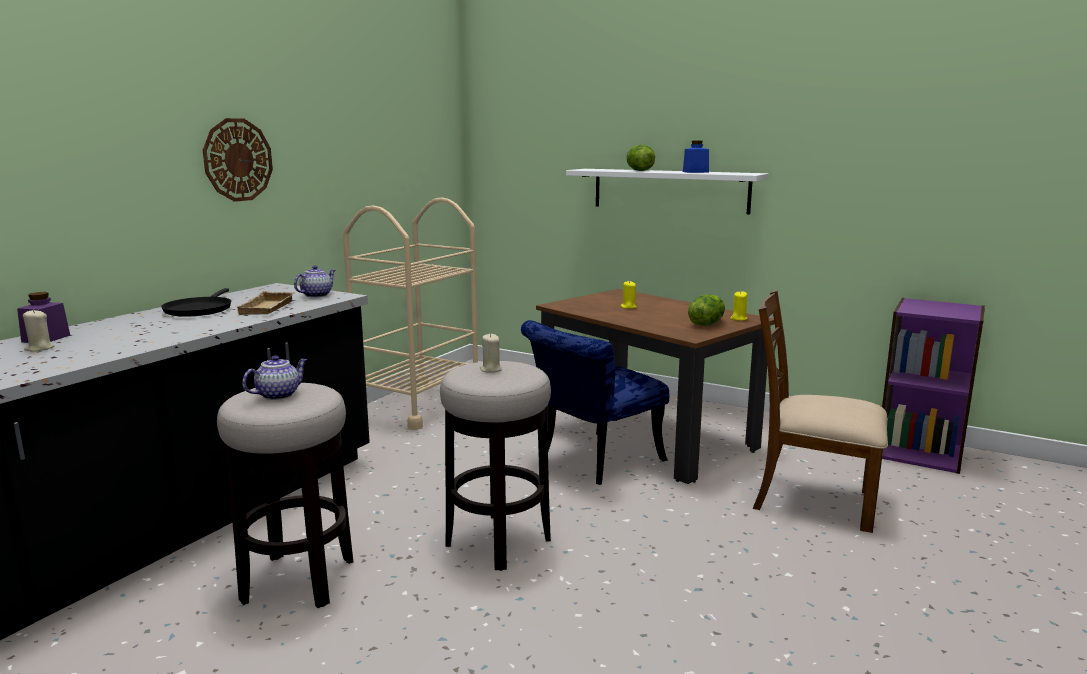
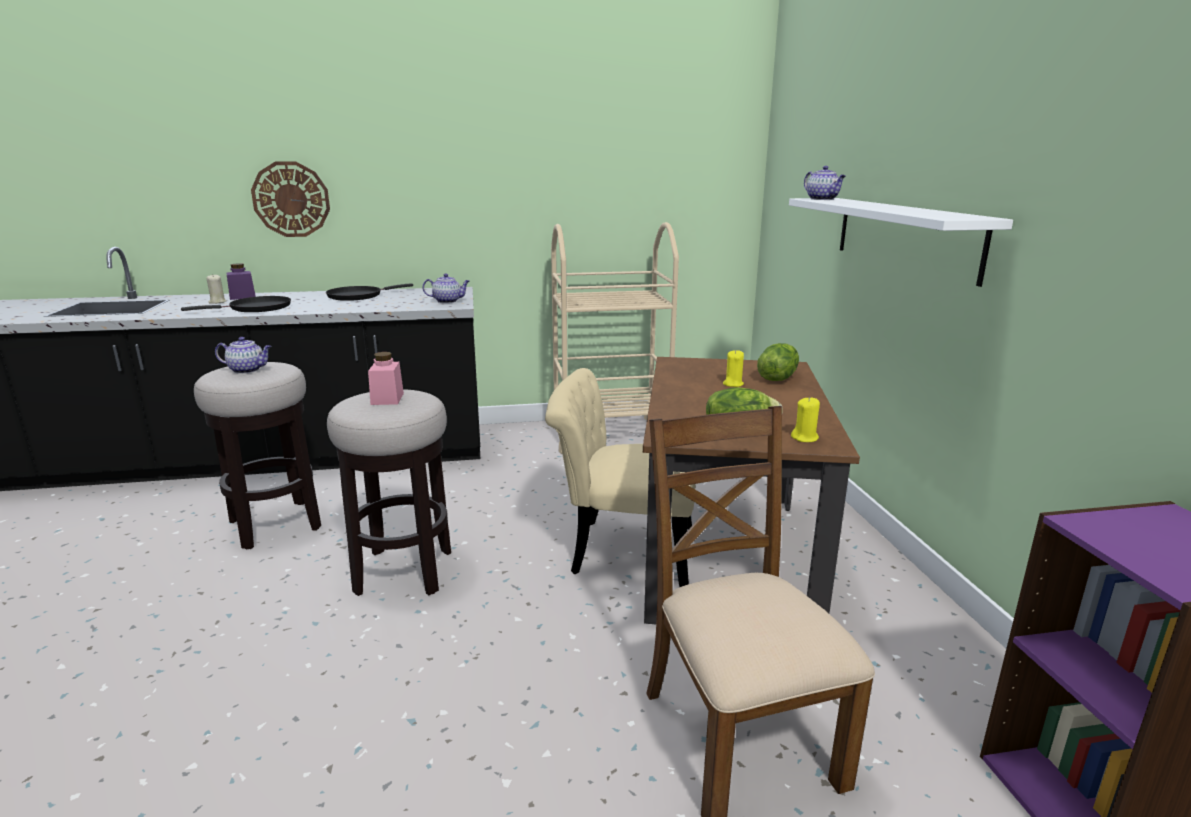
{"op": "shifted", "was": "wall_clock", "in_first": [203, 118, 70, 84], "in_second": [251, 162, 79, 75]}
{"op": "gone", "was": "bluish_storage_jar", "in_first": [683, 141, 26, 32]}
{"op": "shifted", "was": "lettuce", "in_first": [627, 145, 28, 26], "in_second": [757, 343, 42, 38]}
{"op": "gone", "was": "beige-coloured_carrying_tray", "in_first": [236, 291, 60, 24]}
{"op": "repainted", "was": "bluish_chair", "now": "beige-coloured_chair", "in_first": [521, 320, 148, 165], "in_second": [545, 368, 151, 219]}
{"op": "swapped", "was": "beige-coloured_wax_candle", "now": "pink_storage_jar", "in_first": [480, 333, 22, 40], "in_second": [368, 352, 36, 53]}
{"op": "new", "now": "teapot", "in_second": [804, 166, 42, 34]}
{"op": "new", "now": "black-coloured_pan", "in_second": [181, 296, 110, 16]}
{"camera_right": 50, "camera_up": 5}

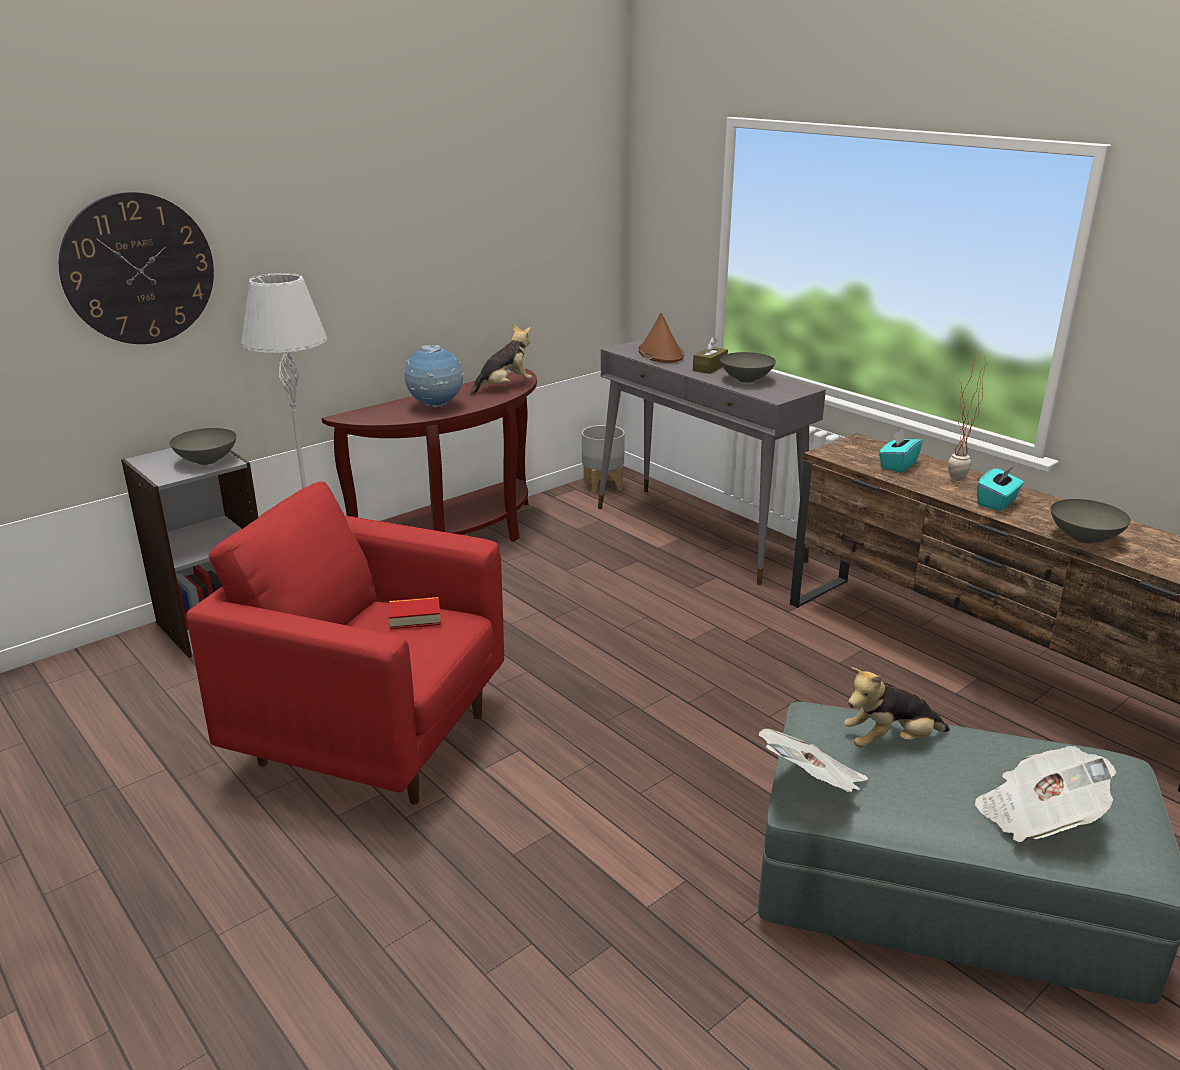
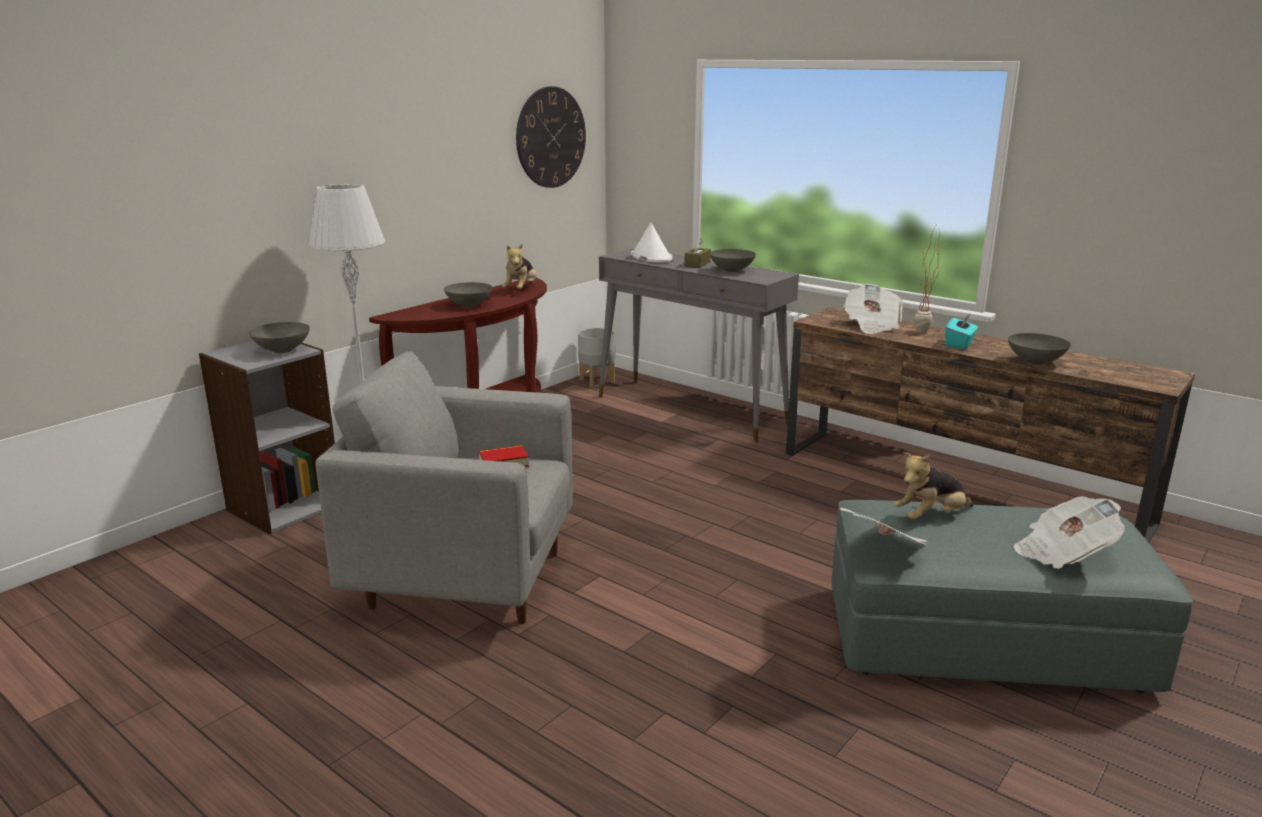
{"op": "shifted", "was": "wall_clock", "in_first": [59, 192, 155, 152], "in_second": [516, 86, 70, 102]}
{"op": "repainted", "was": "brownish_wearable_hat", "now": "white-coloured_wearable_hat", "in_first": [639, 313, 45, 50], "in_second": [631, 222, 42, 41]}
{"op": "rotated", "was": "cuddly_toy", "in_first": [470, 325, 62, 71], "in_second": [502, 243, 35, 46], "clockwise": 150}
{"op": "swapped", "was": "world_globe", "now": "gray_bowl", "in_first": [404, 345, 60, 63], "in_second": [444, 282, 48, 25]}
{"op": "swapped", "was": "turquoise-coloured_tissue_box", "now": "newspaper", "in_first": [879, 429, 44, 44], "in_second": [843, 284, 60, 50]}
{"op": "repainted", "was": "red_armchair", "now": "gray_armchair", "in_first": [186, 481, 318, 324], "in_second": [315, 352, 258, 272]}
{"camera_right": -10, "camera_up": -5}

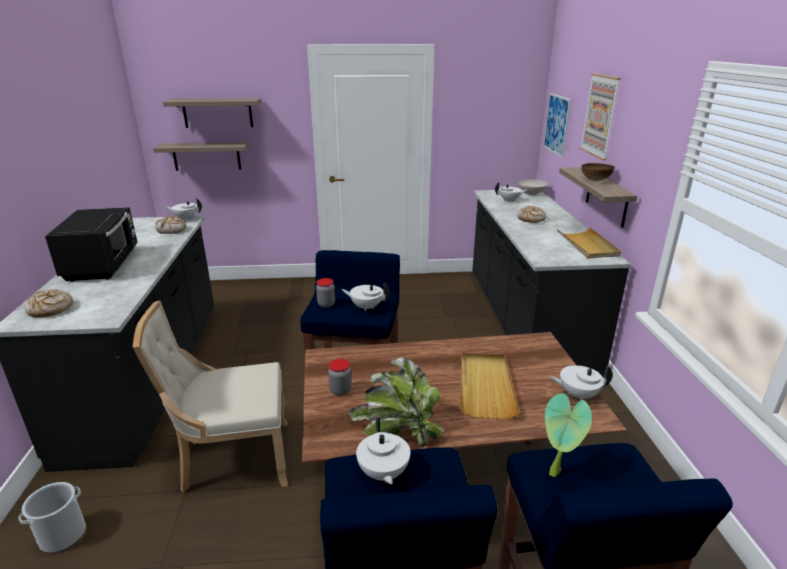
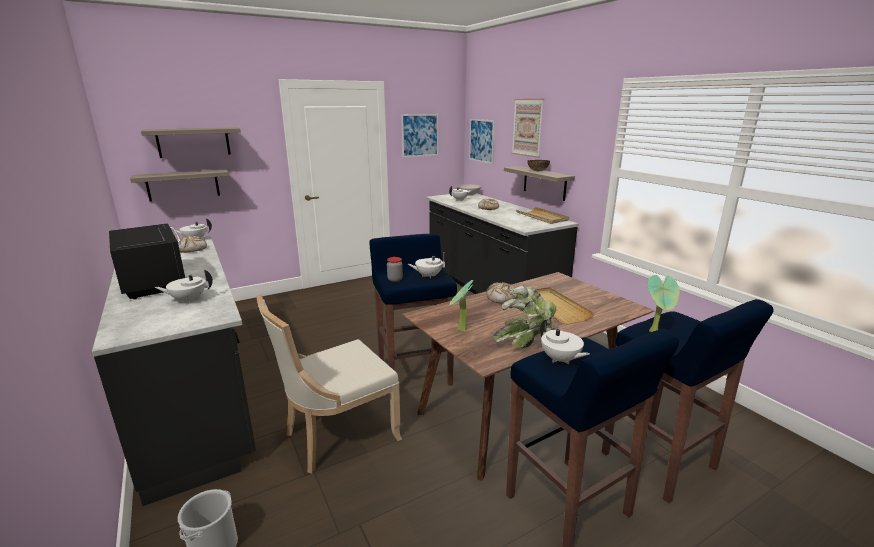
{"op": "shifted", "was": "bread", "in_first": [24, 289, 49, 28], "in_second": [486, 282, 32, 22]}
{"op": "swapped", "was": "storage_jar", "now": "plant_in_a_pot", "in_first": [328, 359, 23, 37], "in_second": [449, 280, 24, 52]}
{"op": "shifted", "was": "white-coloured_teapot", "in_first": [549, 365, 64, 35], "in_second": [154, 269, 59, 35]}
{"op": "new", "now": "wall_picture", "in_second": [401, 114, 37, 43]}
{"camera_right": -25, "camera_up": -5}

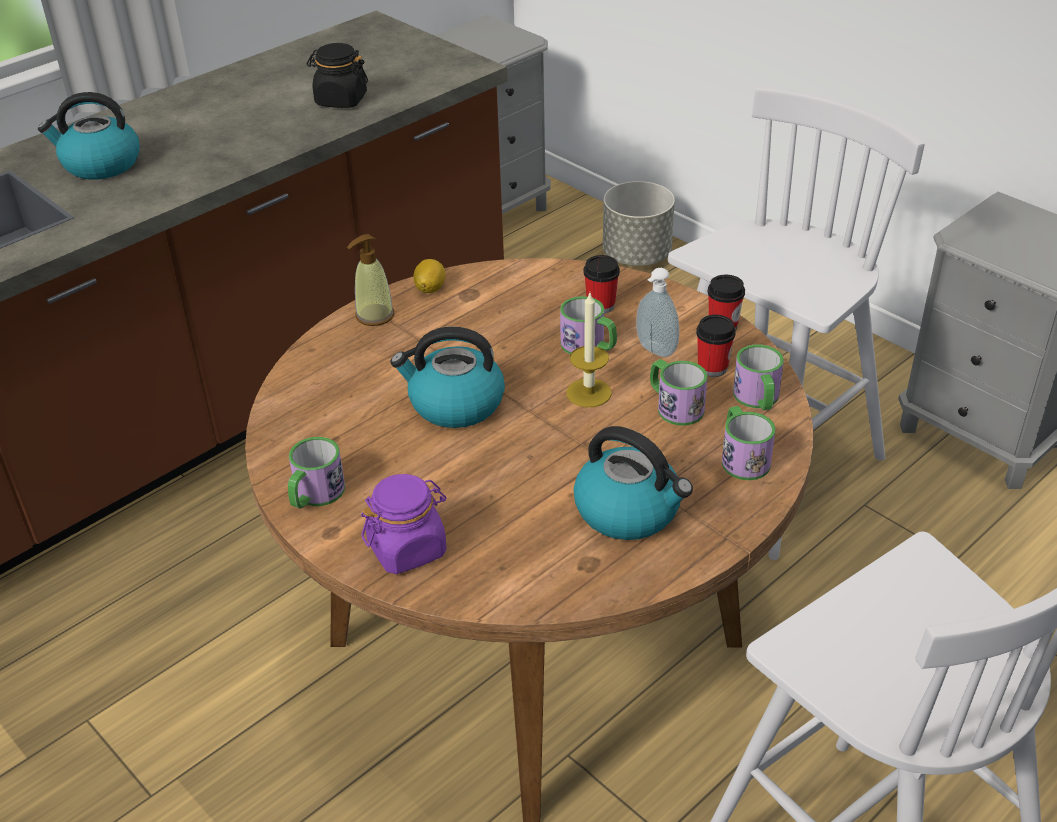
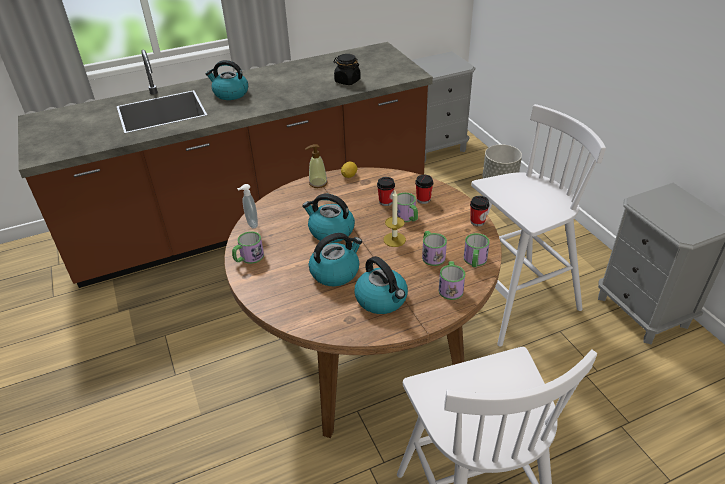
{"op": "shifted", "was": "soap_dispenser", "in_first": [636, 268, 43, 89], "in_second": [237, 184, 21, 45]}
{"op": "shifted", "was": "small_cup", "in_first": [696, 315, 40, 62], "in_second": [377, 177, 18, 29]}
{"op": "gone", "was": "purplish_storage_jar", "in_first": [361, 474, 86, 100]}
{"op": "new", "now": "tea_kettle", "in_second": [309, 233, 53, 53]}
{"camera_right": 20, "camera_up": 0}

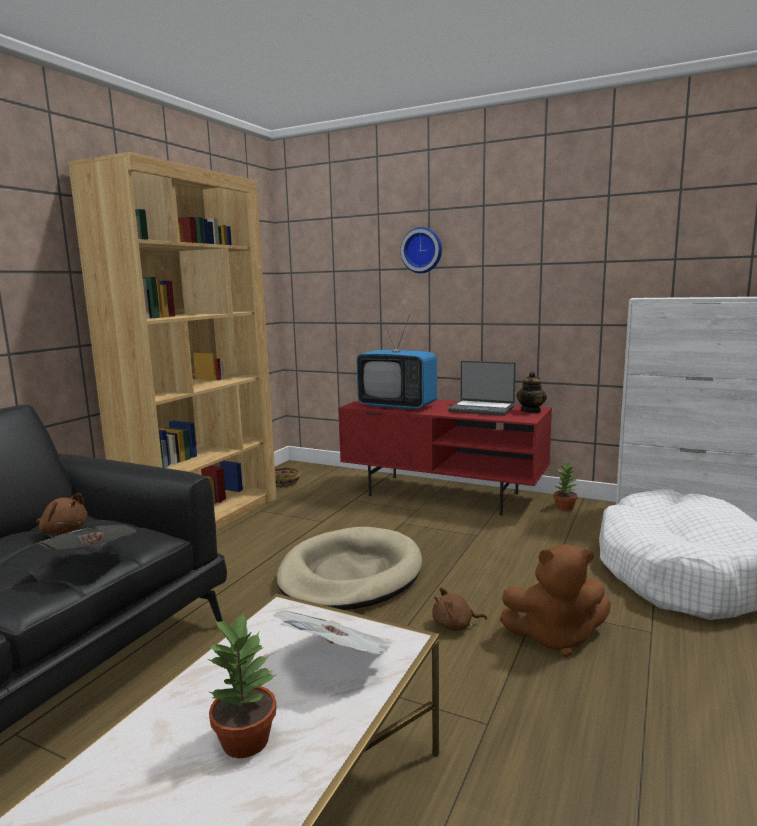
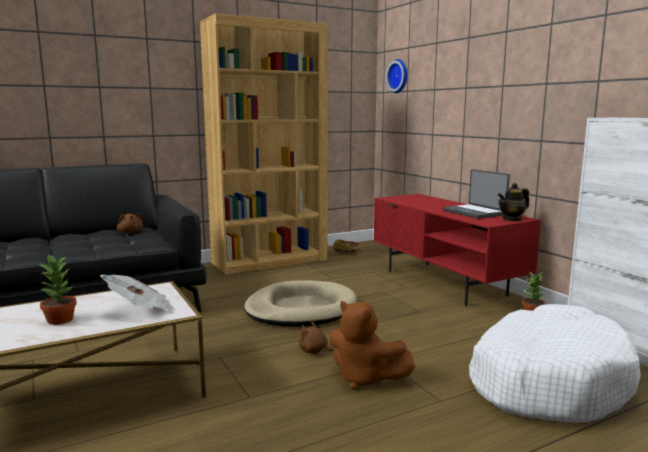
{"op": "shifted", "was": "wall_clock", "in_first": [400, 227, 42, 46], "in_second": [386, 59, 22, 34]}
{"op": "gone", "was": "TV", "in_first": [356, 315, 81, 95]}
{"op": "gone", "was": "newspaper", "in_first": [35, 525, 103, 25]}
{"camera_right": 35, "camera_up": 0}

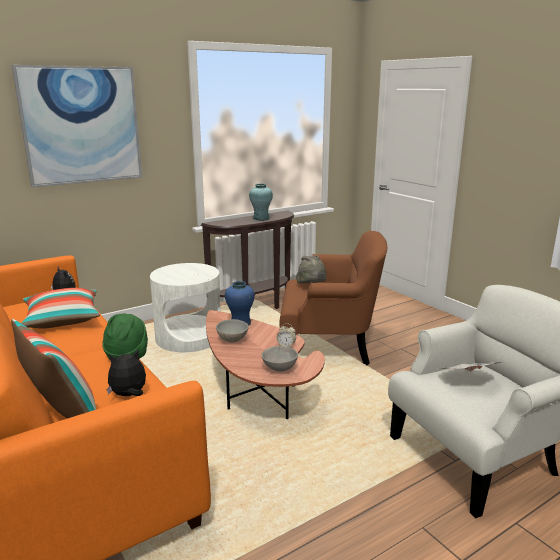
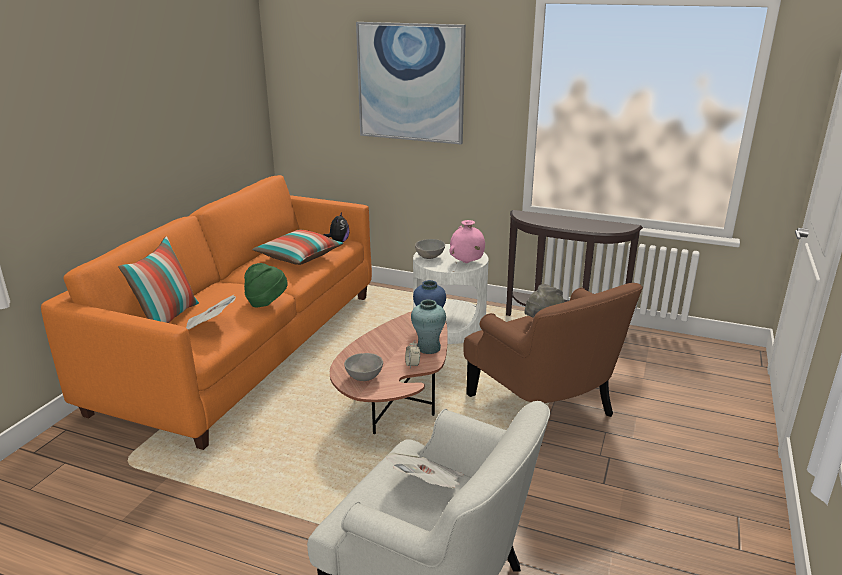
{"op": "shifted", "was": "turquoise-coloured_flower_vase", "in_first": [249, 183, 24, 38], "in_second": [411, 299, 35, 55]}
{"op": "shifted", "was": "gray_bowl", "in_first": [216, 319, 33, 23], "in_second": [415, 239, 30, 20]}
{"op": "swapped", "was": "cuddly_toy", "now": "newspaper", "in_first": [107, 350, 39, 46], "in_second": [186, 295, 50, 35]}
{"op": "new", "now": "pink_flower_vase", "in_second": [449, 220, 36, 43]}
{"camera_right": 55, "camera_up": 5}

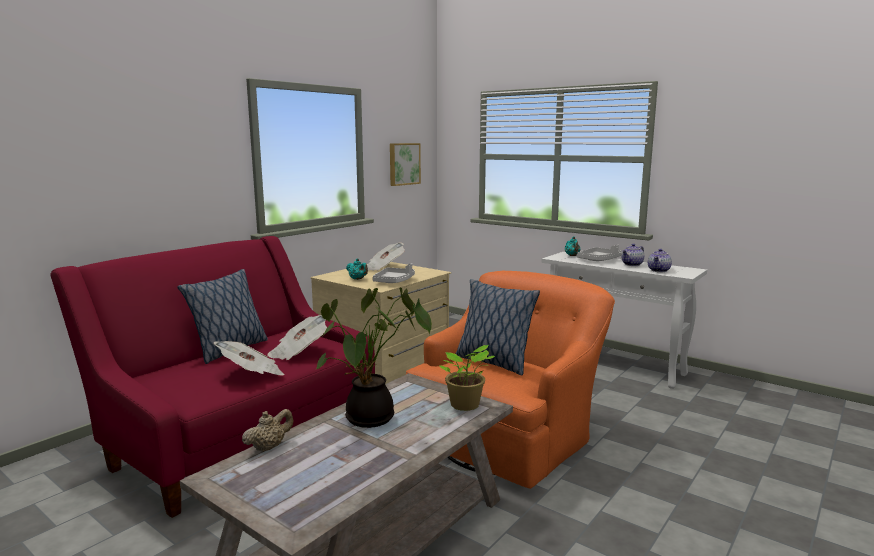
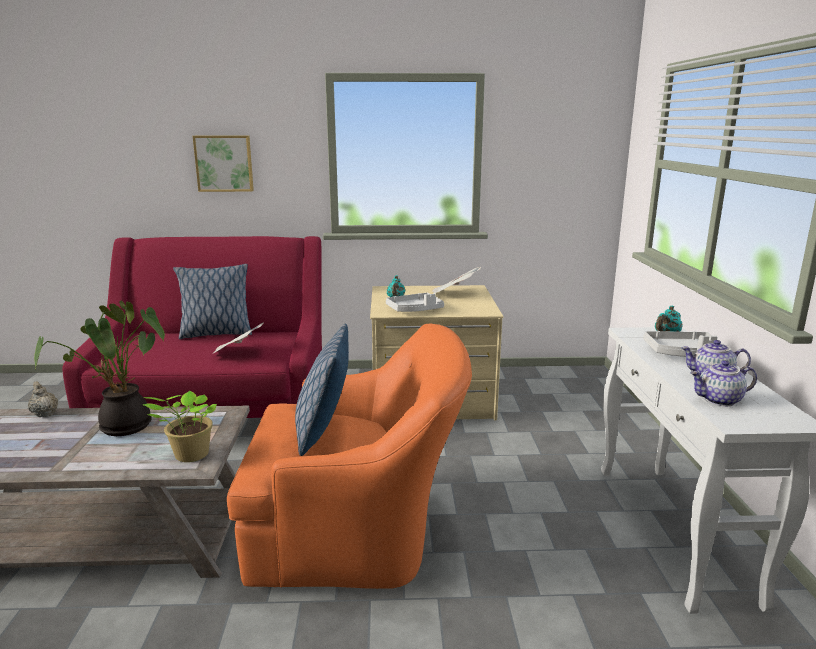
{"op": "shifted", "was": "wall_picture", "in_first": [390, 143, 31, 43], "in_second": [193, 136, 61, 56]}
{"op": "gone", "was": "newspaper", "in_first": [214, 341, 70, 34]}
{"op": "rotated", "was": "beige-coloured_teapot", "in_first": [242, 409, 51, 43], "in_second": [28, 381, 30, 36], "clockwise": -135}
{"camera_right": 50, "camera_up": 5}

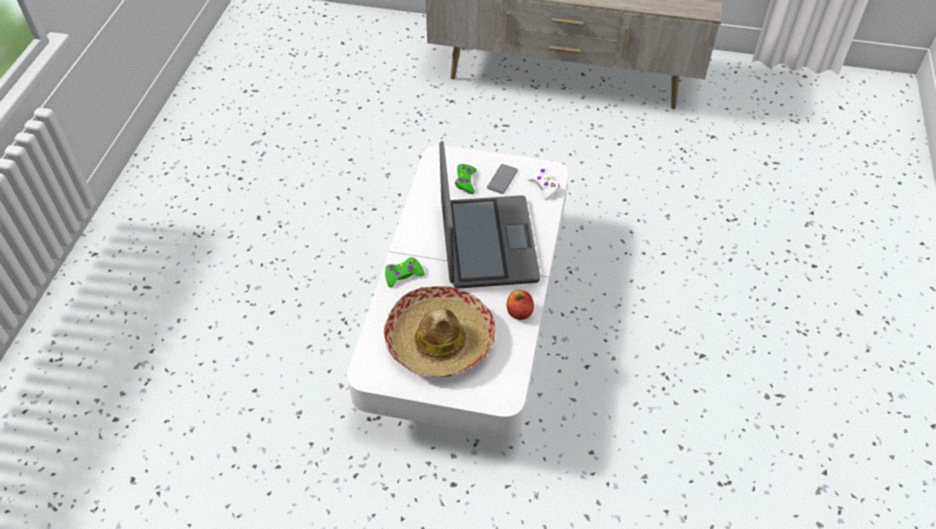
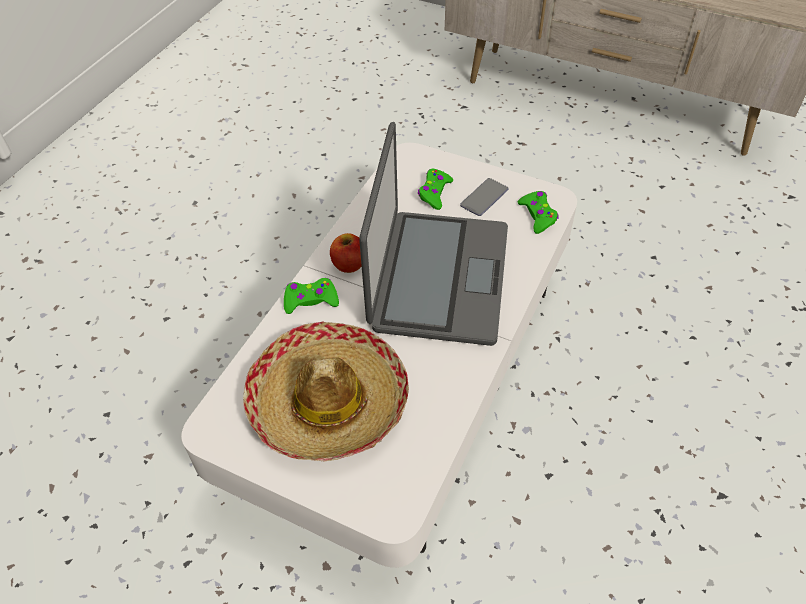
{"op": "repainted", "was": "white-coloured_gamepad", "now": "greenish_gamepad", "in_first": [527, 168, 32, 32], "in_second": [518, 191, 41, 43]}
{"op": "shifted", "was": "whole_apple", "in_first": [507, 290, 27, 30], "in_second": [330, 233, 32, 40]}
{"camera_right": 15, "camera_up": 0}

